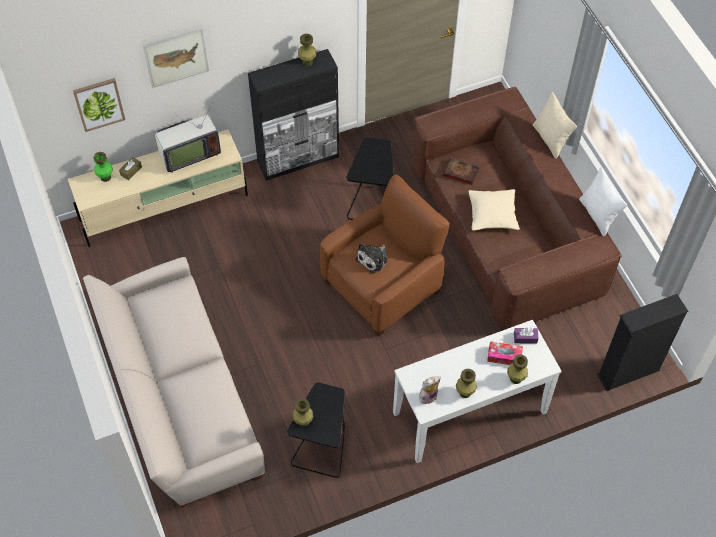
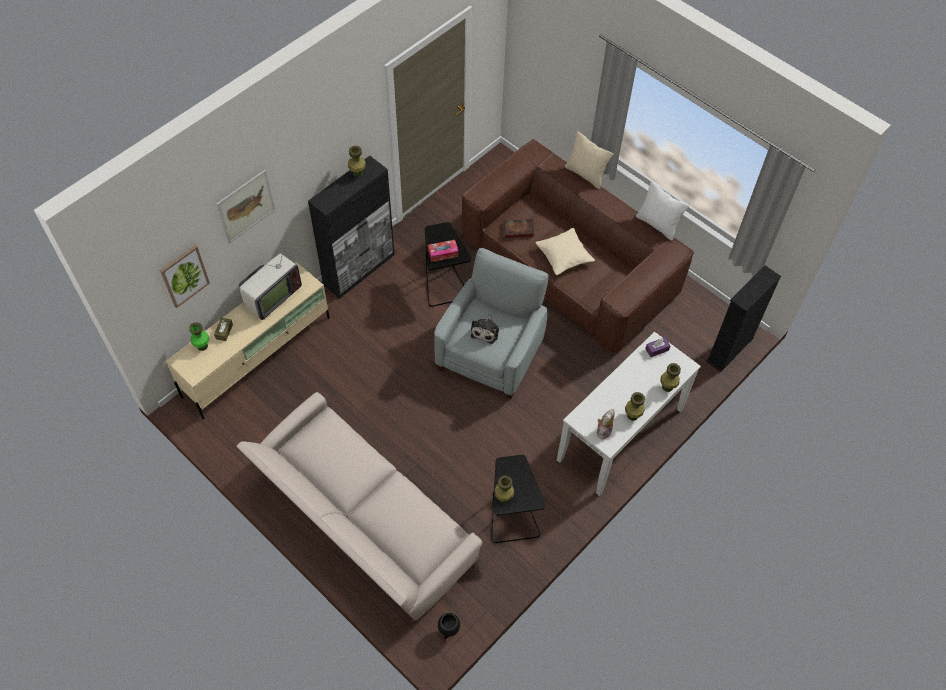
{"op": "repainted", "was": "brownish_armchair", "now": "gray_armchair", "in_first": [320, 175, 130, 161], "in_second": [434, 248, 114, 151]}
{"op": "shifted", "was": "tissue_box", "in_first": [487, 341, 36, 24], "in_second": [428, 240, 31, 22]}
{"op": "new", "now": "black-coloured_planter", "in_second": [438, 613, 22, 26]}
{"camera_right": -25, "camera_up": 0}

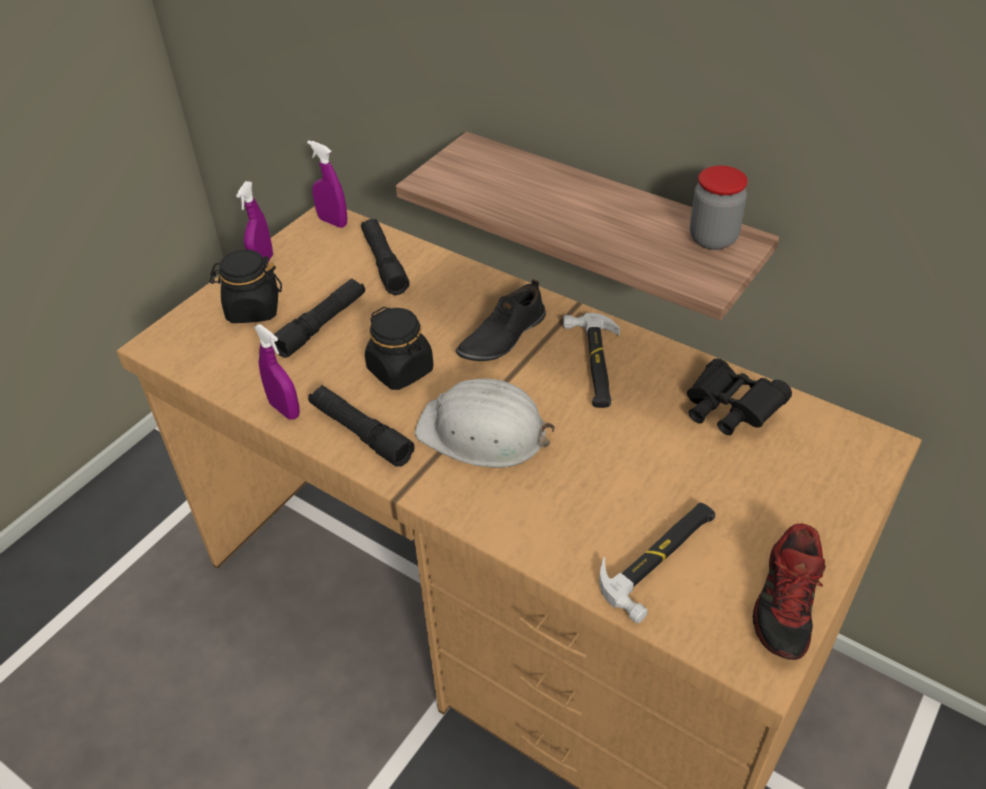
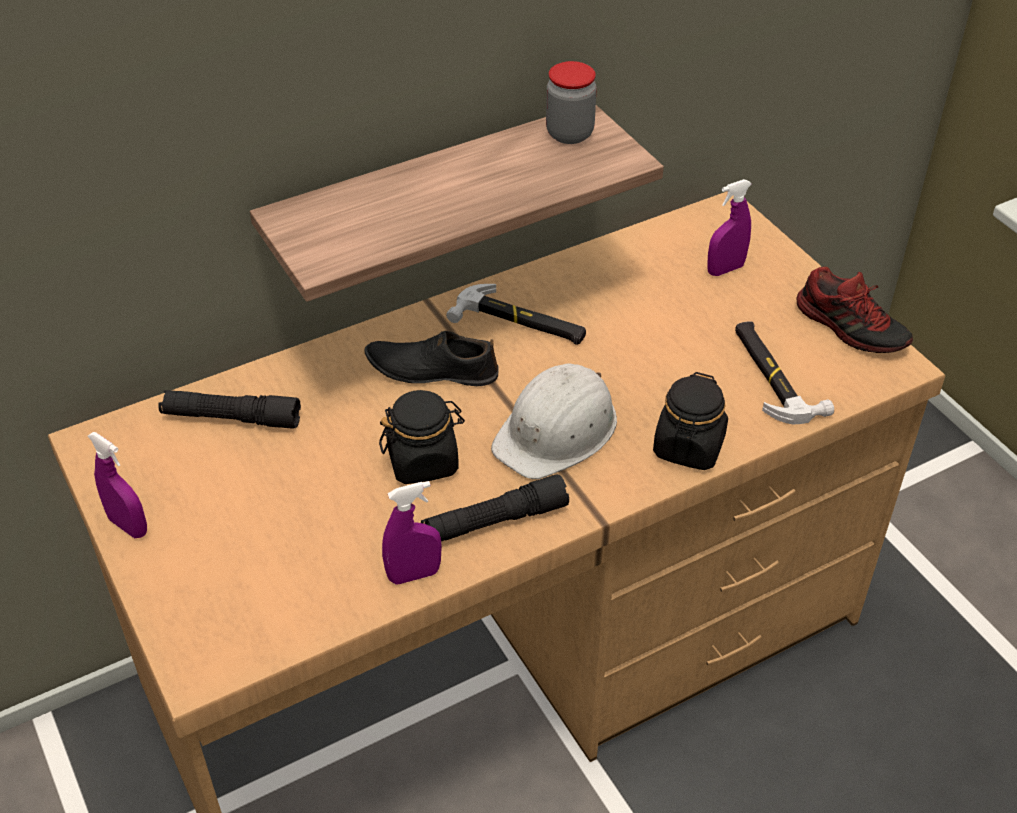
{"op": "shifted", "was": "purplish_spray_bottle", "in_first": [307, 140, 40, 88], "in_second": [707, 179, 45, 97]}
{"op": "shifted", "was": "black-coloured_storage_jar", "in_first": [209, 249, 73, 74], "in_second": [653, 372, 75, 98]}
{"op": "gone", "was": "black-coloured_hand_torch", "in_first": [274, 279, 91, 79]}
{"op": "rotated", "was": "black-coloured_shoe", "in_first": [456, 279, 90, 82], "in_second": [364, 331, 135, 55], "clockwise": 120}
{"op": "gone", "was": "black-coloured_pair_of_binoculars", "in_first": [687, 359, 105, 76]}
{"camera_right": -65, "camera_up": 0}

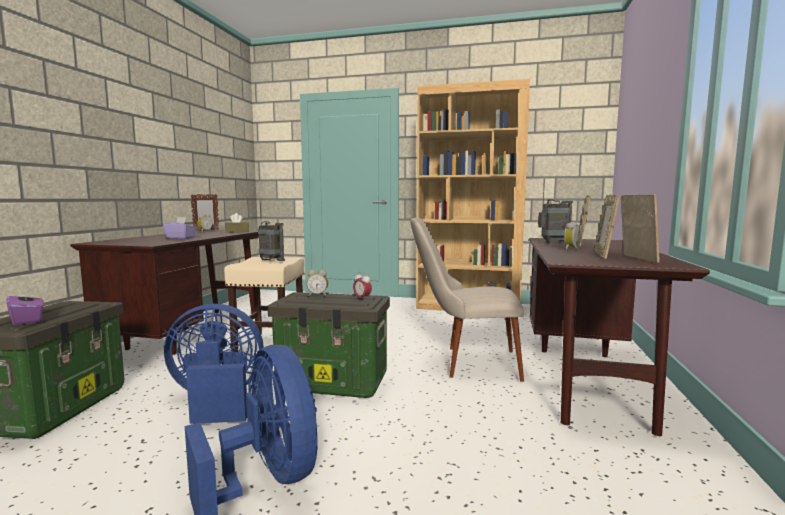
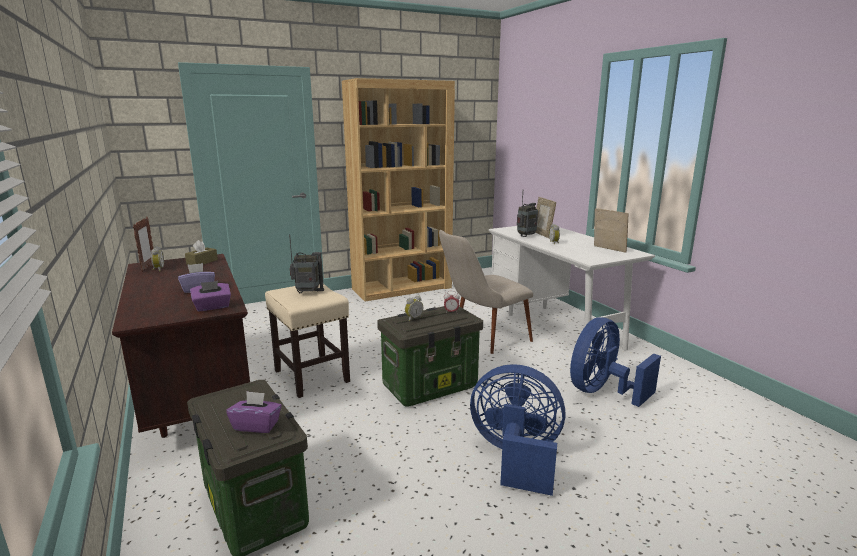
{"op": "gone", "was": "standing_frame", "in_first": [595, 195, 25, 64]}
{"op": "repainted", "was": "brownish_desk", "now": "white-coloured_desk", "in_first": [529, 238, 181, 198], "in_second": [489, 226, 166, 134]}
{"op": "shifted", "was": "bluish_electric_fan", "in_first": [164, 304, 100, 120], "in_second": [570, 317, 91, 90]}
{"op": "new", "now": "purplish_tissue_box", "in_second": [190, 281, 41, 30]}
{"camera_right": -40, "camera_up": 10}

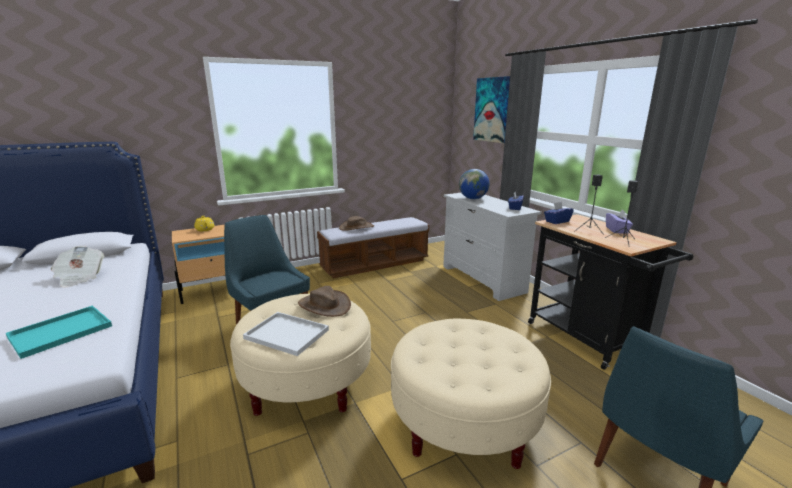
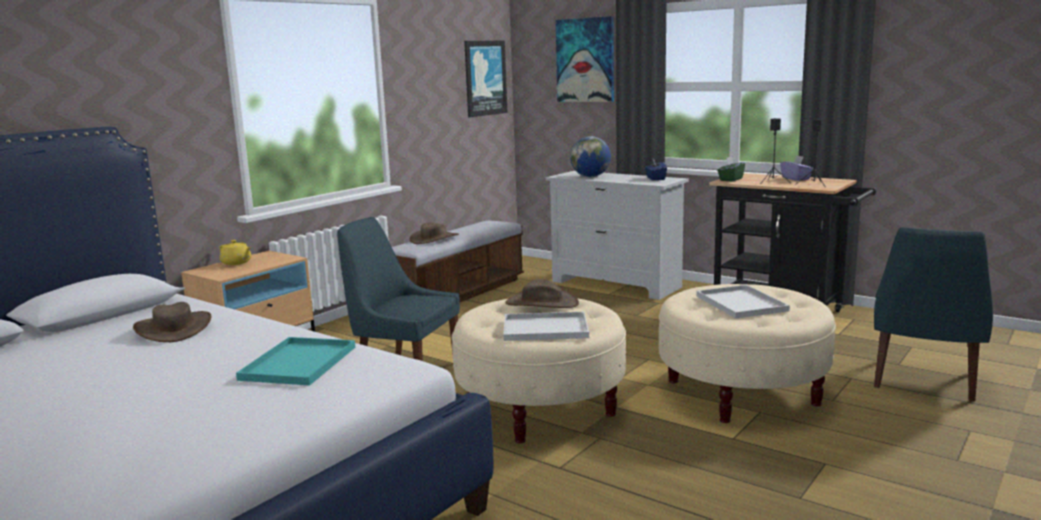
{"op": "repainted", "was": "bluish_tissue_box", "now": "greenish_tissue_box", "in_first": [544, 202, 30, 22], "in_second": [717, 156, 28, 26]}
{"op": "swapped", "was": "newspaper", "now": "brownish_wearable_hat", "in_first": [51, 246, 53, 42], "in_second": [133, 302, 78, 40]}
{"op": "new", "now": "wall_picture", "in_second": [464, 40, 43, 77]}
{"op": "new", "now": "white-coloured_carrying_tray", "in_second": [696, 285, 94, 33]}
{"camera_right": -25, "camera_up": -5}

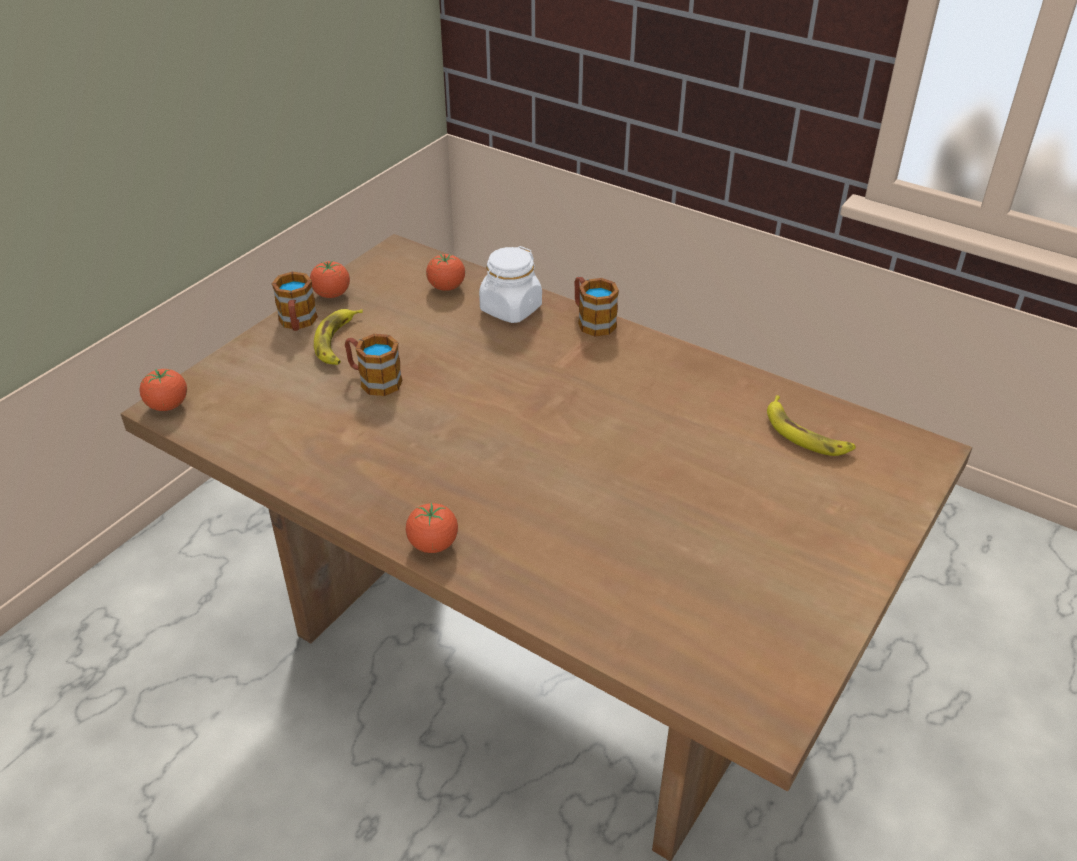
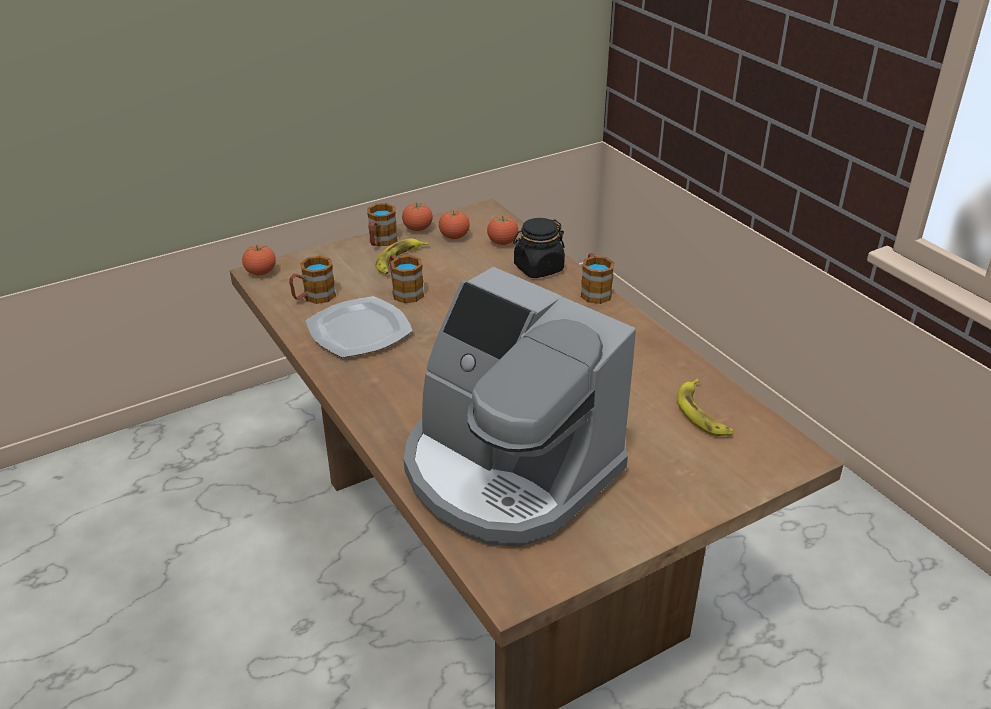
{"op": "repainted", "was": "white-coloured_storage_jar", "now": "black-coloured_storage_jar", "in_first": [479, 246, 63, 77], "in_second": [513, 218, 52, 60]}
{"op": "shifted", "was": "tomato", "in_first": [406, 503, 52, 50], "in_second": [439, 210, 31, 29]}
{"op": "new", "now": "coffee_mug", "in_second": [289, 256, 47, 48]}
{"op": "new", "now": "coffee_brewer", "in_second": [404, 267, 232, 280]}
{"op": "new", "now": "plate", "in_second": [306, 296, 107, 62]}
{"camera_right": 25, "camera_up": -5}

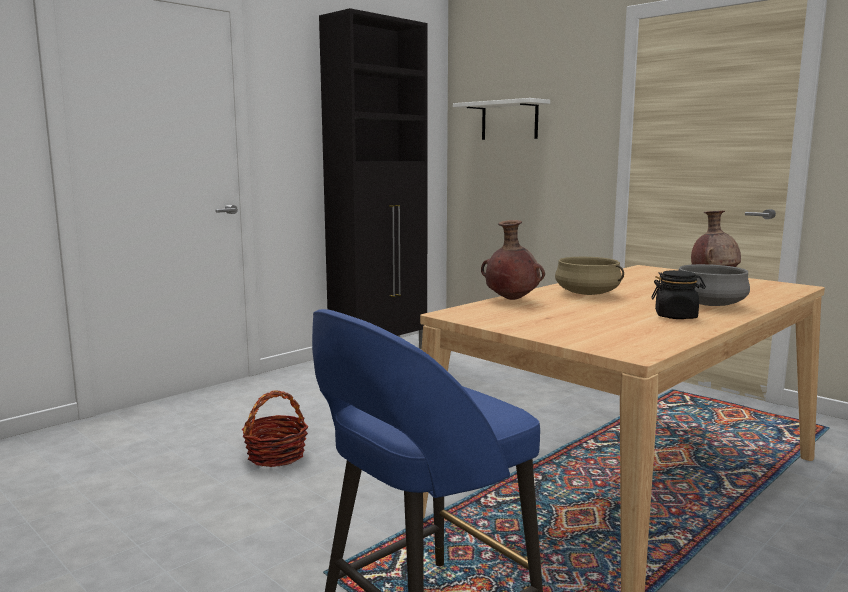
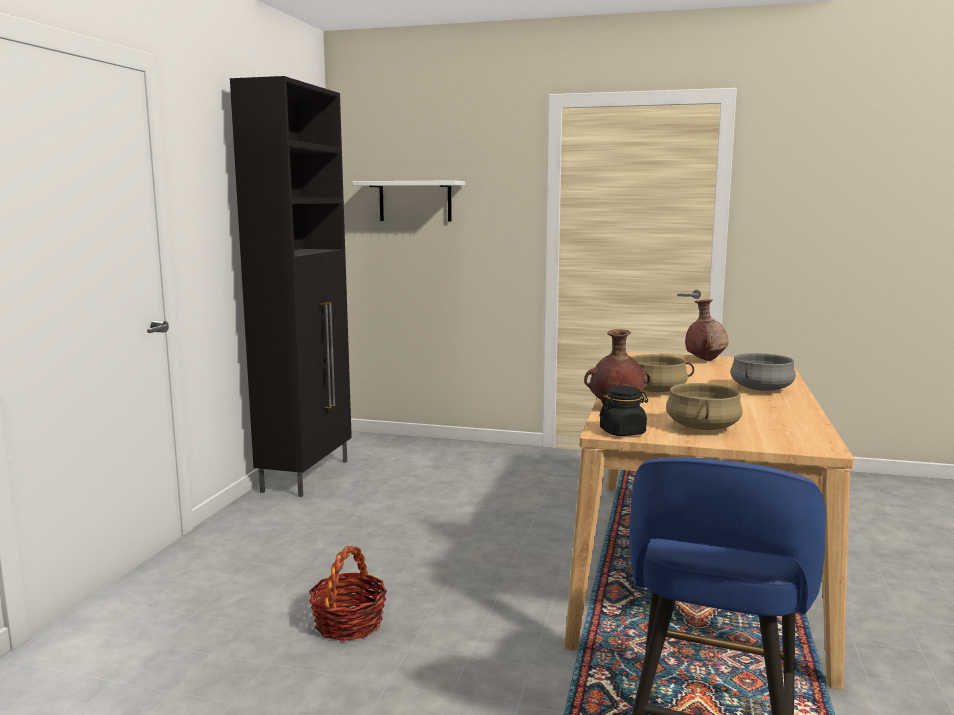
{"op": "shifted", "was": "black-coloured_storage_jar", "in_first": [651, 270, 55, 49], "in_second": [599, 386, 49, 50]}
{"op": "new", "now": "beige-coloured_cooking_pot", "in_second": [666, 383, 77, 47]}
{"camera_right": -30, "camera_up": 0}

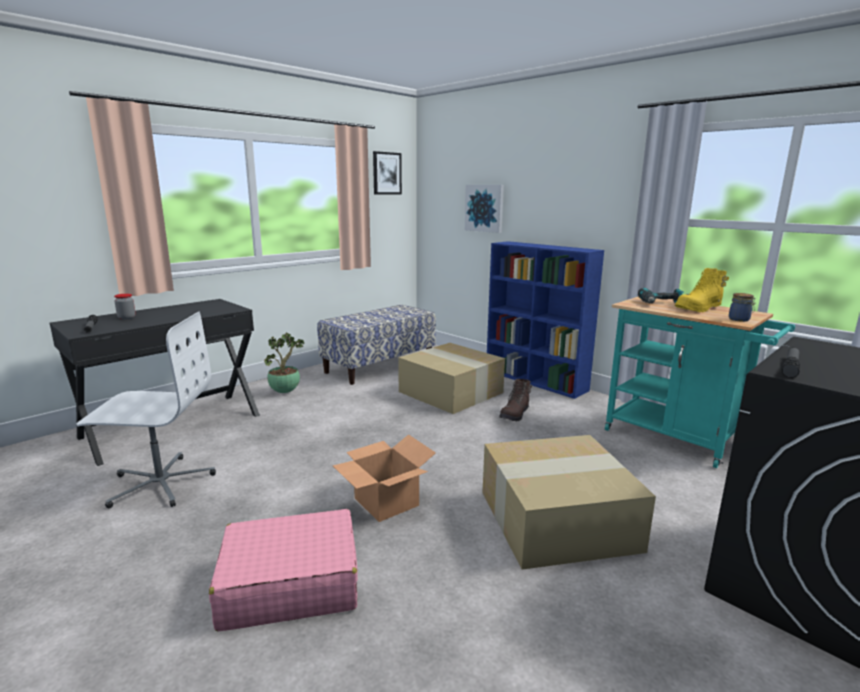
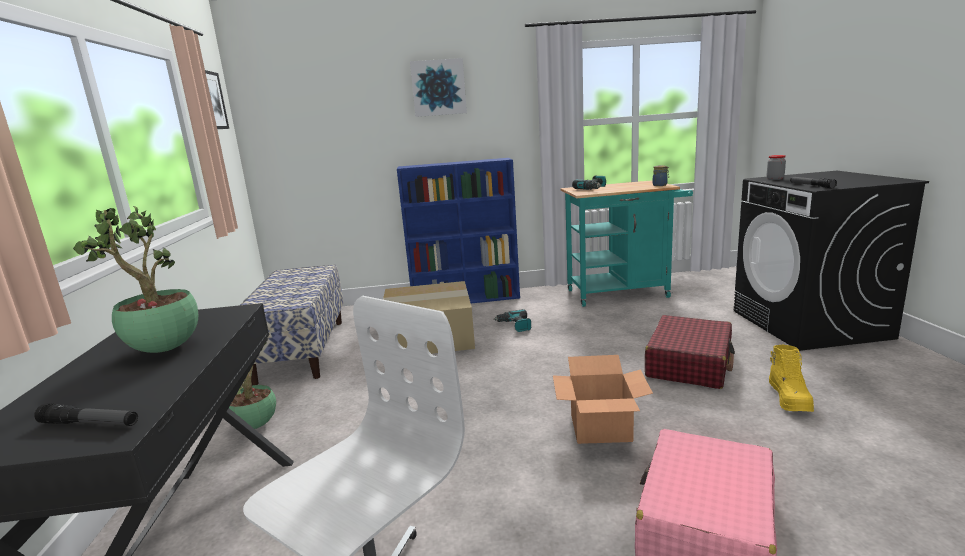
{"op": "shifted", "was": "wall_picture", "in_first": [465, 185, 39, 48], "in_second": [410, 58, 57, 59]}
{"op": "shifted", "was": "yellowish_high-top_boot", "in_first": [675, 268, 54, 44], "in_second": [769, 345, 45, 67]}
{"op": "shifted", "was": "storage_jar", "in_first": [114, 294, 22, 25], "in_second": [767, 155, 19, 25]}
{"op": "swapped", "was": "brownish_high-top_boot", "now": "drill", "in_first": [499, 379, 33, 42], "in_second": [493, 309, 38, 23]}
{"op": "swapped", "was": "carton", "now": "red_piece_of_luggage", "in_first": [482, 435, 174, 135], "in_second": [645, 315, 90, 74]}
{"op": "new", "now": "plant_in_a_pot", "in_second": [73, 206, 125, 147]}
{"camera_right": -50, "camera_up": 0}

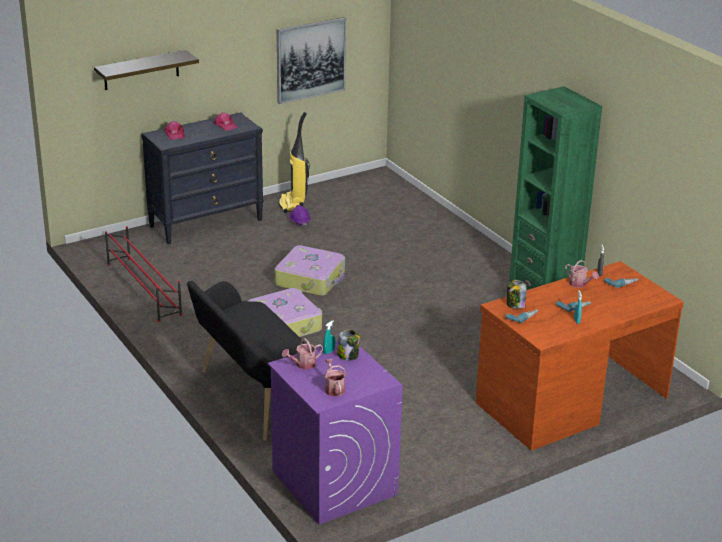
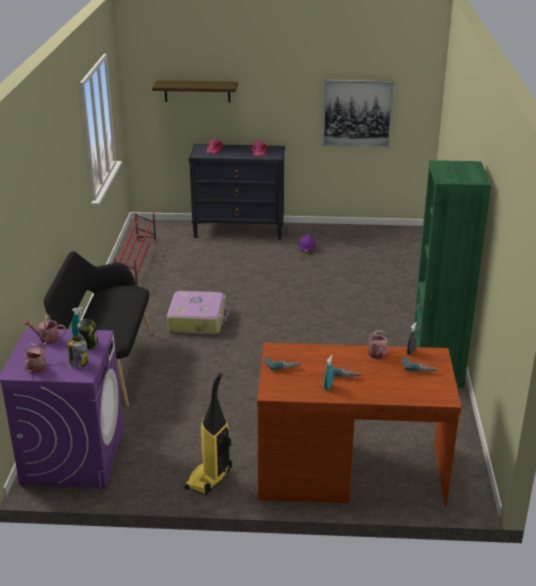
{"op": "shifted", "was": "vacuum", "in_first": [279, 112, 31, 101], "in_second": [184, 373, 48, 122]}
{"op": "gone", "was": "piece_of_luggage", "in_first": [275, 245, 70, 51]}
{"op": "shifted", "was": "storage_jar", "in_first": [506, 280, 20, 29], "in_second": [68, 336, 20, 31]}
{"camera_right": 35, "camera_up": 0}

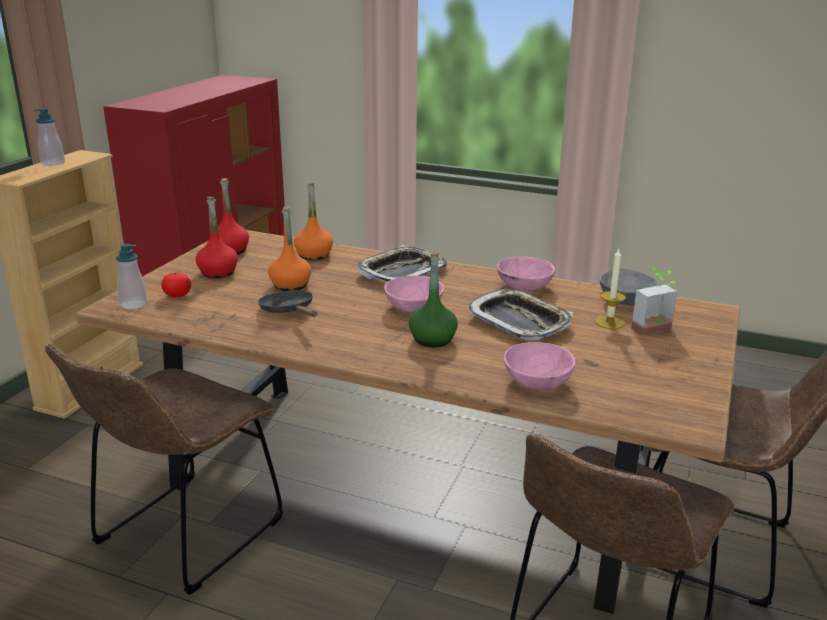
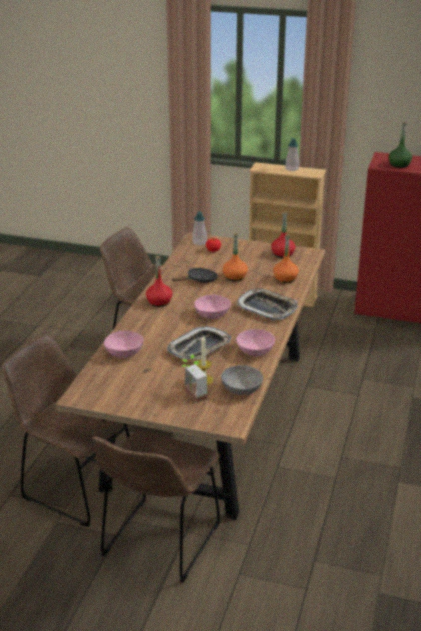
{"op": "shifted", "was": "red_drink_bottle", "in_first": [195, 197, 43, 81], "in_second": [146, 256, 26, 51]}
{"op": "shifted", "was": "greenish_drink_bottle", "in_first": [409, 251, 49, 96], "in_second": [389, 122, 23, 46]}
{"camera_right": 85, "camera_up": 5}

